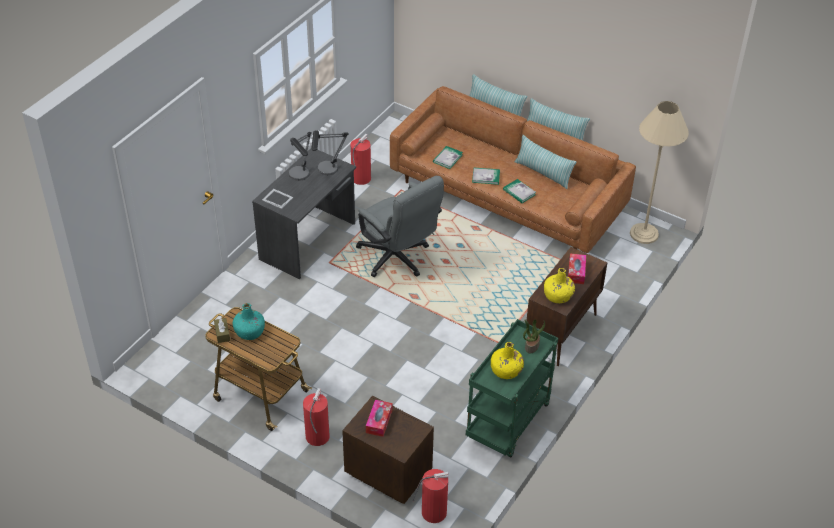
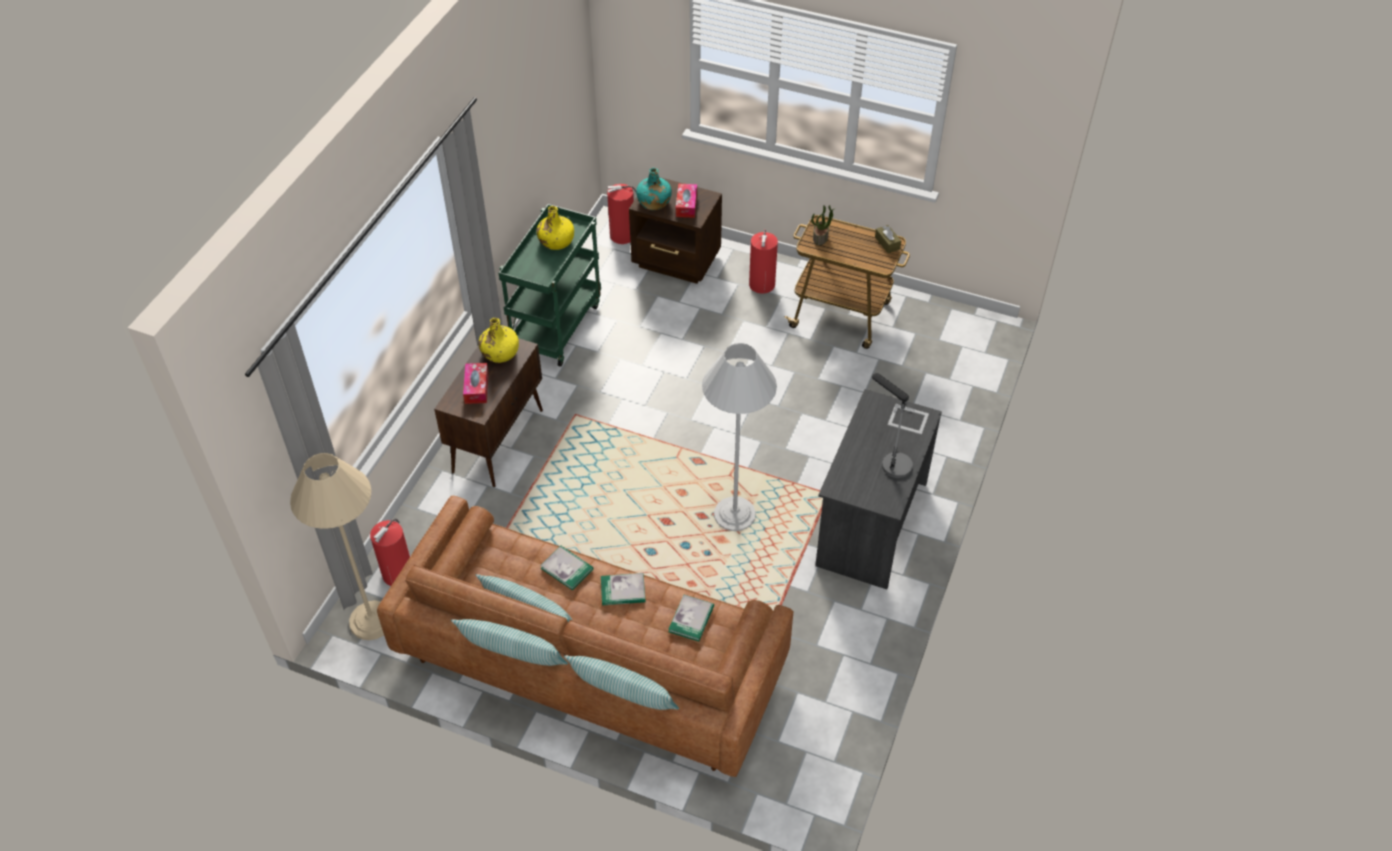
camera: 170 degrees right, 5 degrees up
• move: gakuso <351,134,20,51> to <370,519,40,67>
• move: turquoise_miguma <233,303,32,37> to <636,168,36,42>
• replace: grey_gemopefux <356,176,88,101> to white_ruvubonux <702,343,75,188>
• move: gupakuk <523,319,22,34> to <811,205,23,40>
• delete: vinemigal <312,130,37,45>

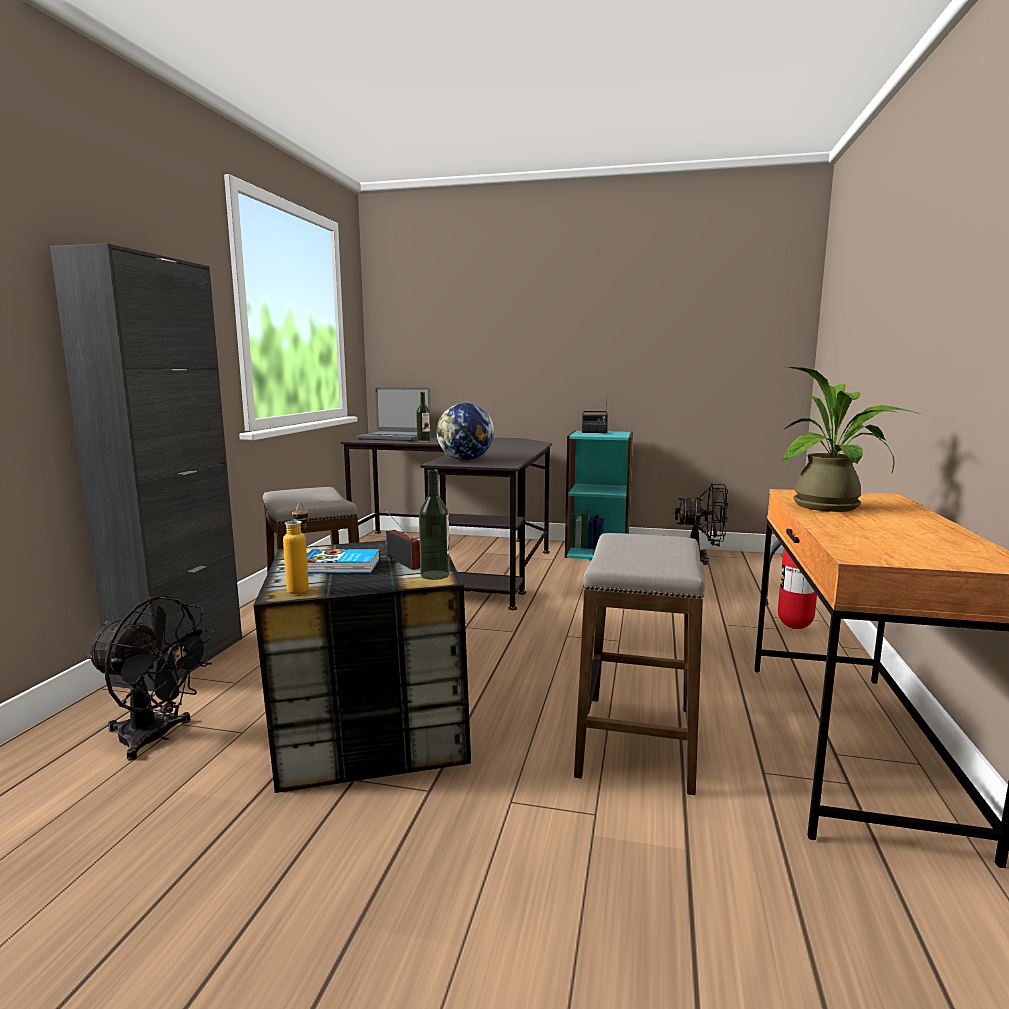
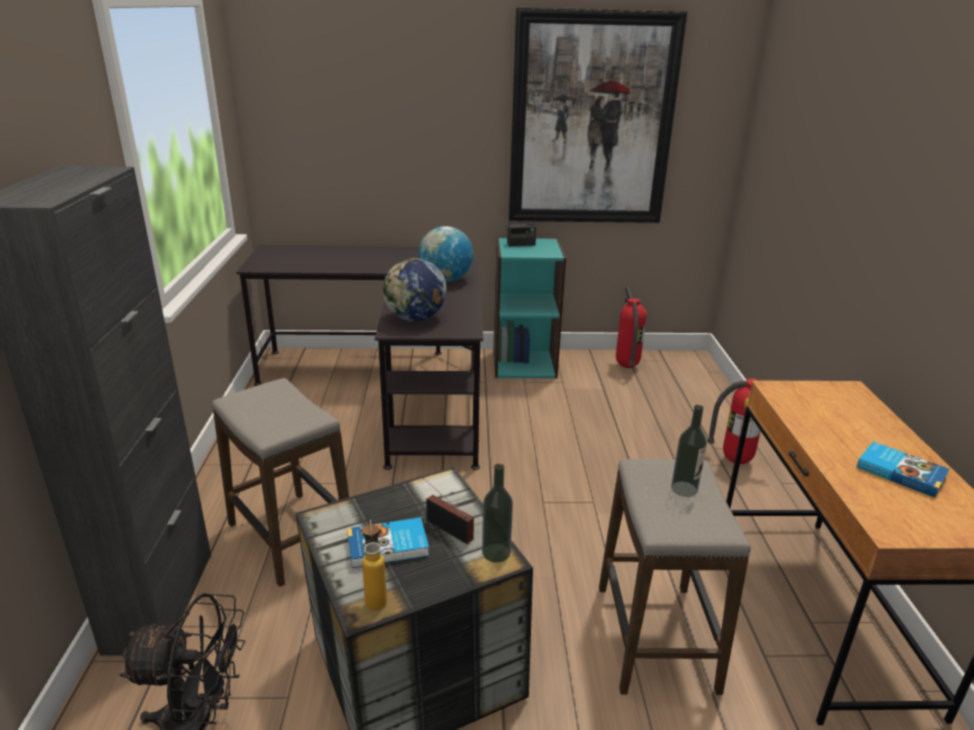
camera: 15 degrees left, 15 degrees up
• insert: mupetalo <419,226,54,56>
• insert: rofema <509,8,178,215>
• replace: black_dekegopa <675,483,53,82> to gakuso <616,287,30,81>
• move: miguma <416,392,15,50> to <671,405,36,92>
• insert: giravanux <857,442,93,56>
• delete: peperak <357,387,74,54>
• delete: gupakuk <783,367,137,145>

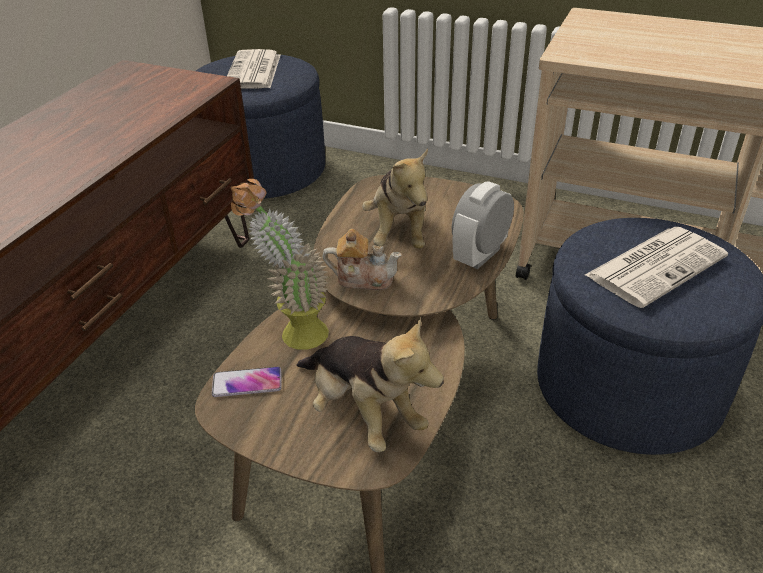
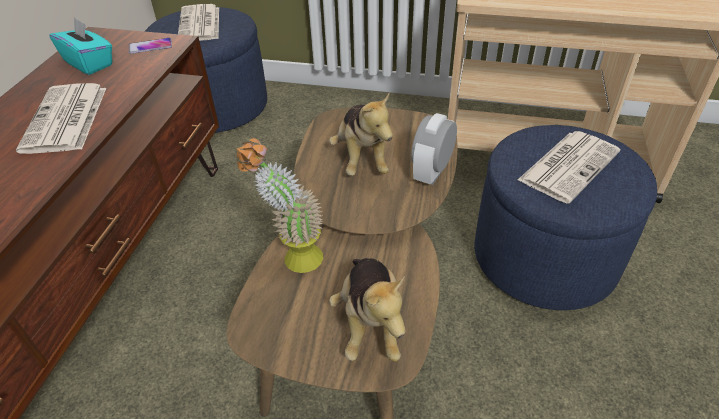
camera: 10 degrees left, 5 degrees up
• insert: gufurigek <16,83,90,71>
• insert: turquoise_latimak <49,17,63,58>
• move: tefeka <212,367,70,30> to <129,38,43,16>
• rotate: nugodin <296,317,148,135> = <329,258,77,104> 45 degrees clockwise
• delete: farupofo <322,229,79,61>

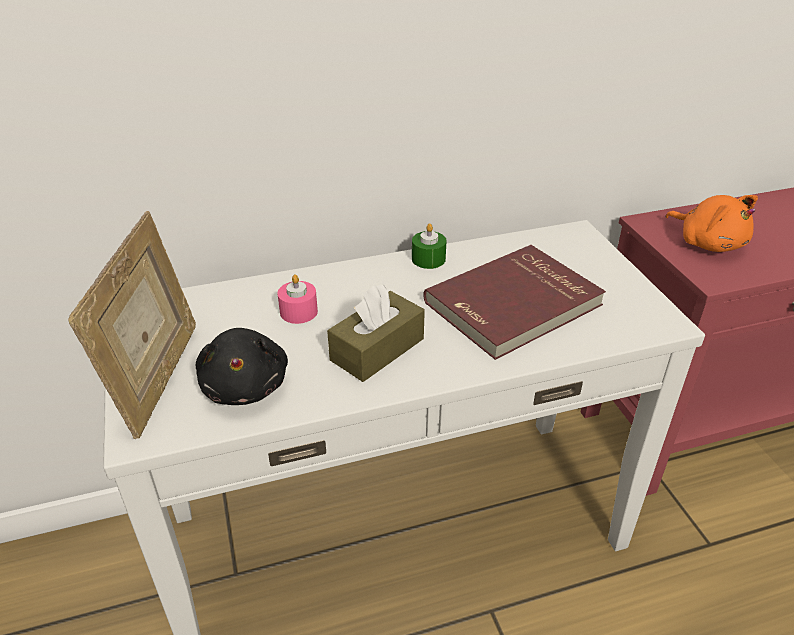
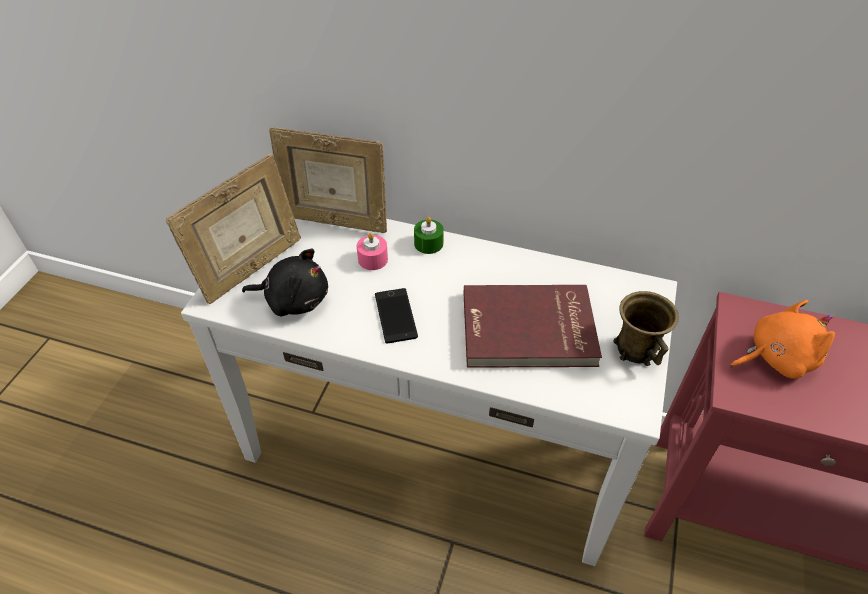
camera: 35 degrees right, 10 degrees up
• rotate: black_nugodin <195,328,93,77> = <242,249,86,67> 105 degrees counterclockwise
• insert: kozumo <269,127,118,106>
• replace: brown_latimak <327,285,98,97> to tefeka <375,288,43,55>
• move: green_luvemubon <412,223,35,46> to <414,217,30,37>
• insert: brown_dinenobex <613,291,66,75>
• rotate: orange_nugodin <665,195,93,57> = <730,300,105,79> 105 degrees counterclockwise

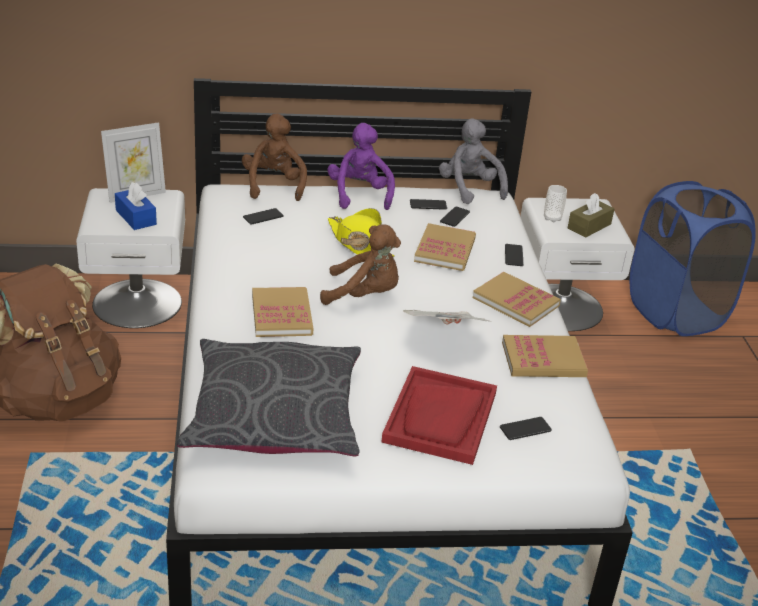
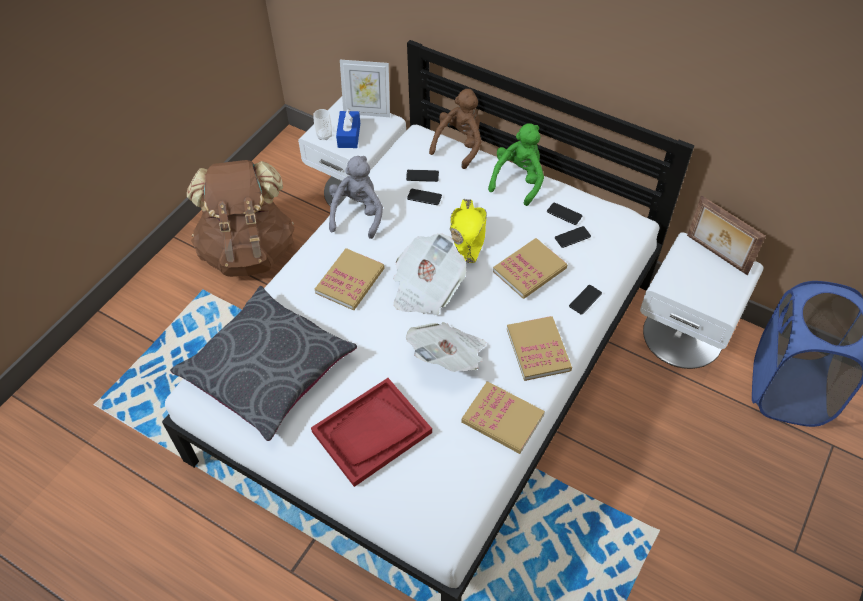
camera: 40 degrees right, 20 degrees up
• move: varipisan <544,185,23,37> to <313,109,19,31>
• move: grey_nugodin <439,119,69,85> to <329,156,54,83>
• replace: brown_nugodin <320,224,81,81> to gufurigek <393,234,73,81>
• move: tefeka <500,417,52,23> to <407,189,35,16>
• recolor: purple_nugodin <328,123,67,87> to green_nugodin <488,123,56,83>
• insert: kozumo <687,196,79,79>
• delete: brown_latimak <568,193,46,45>

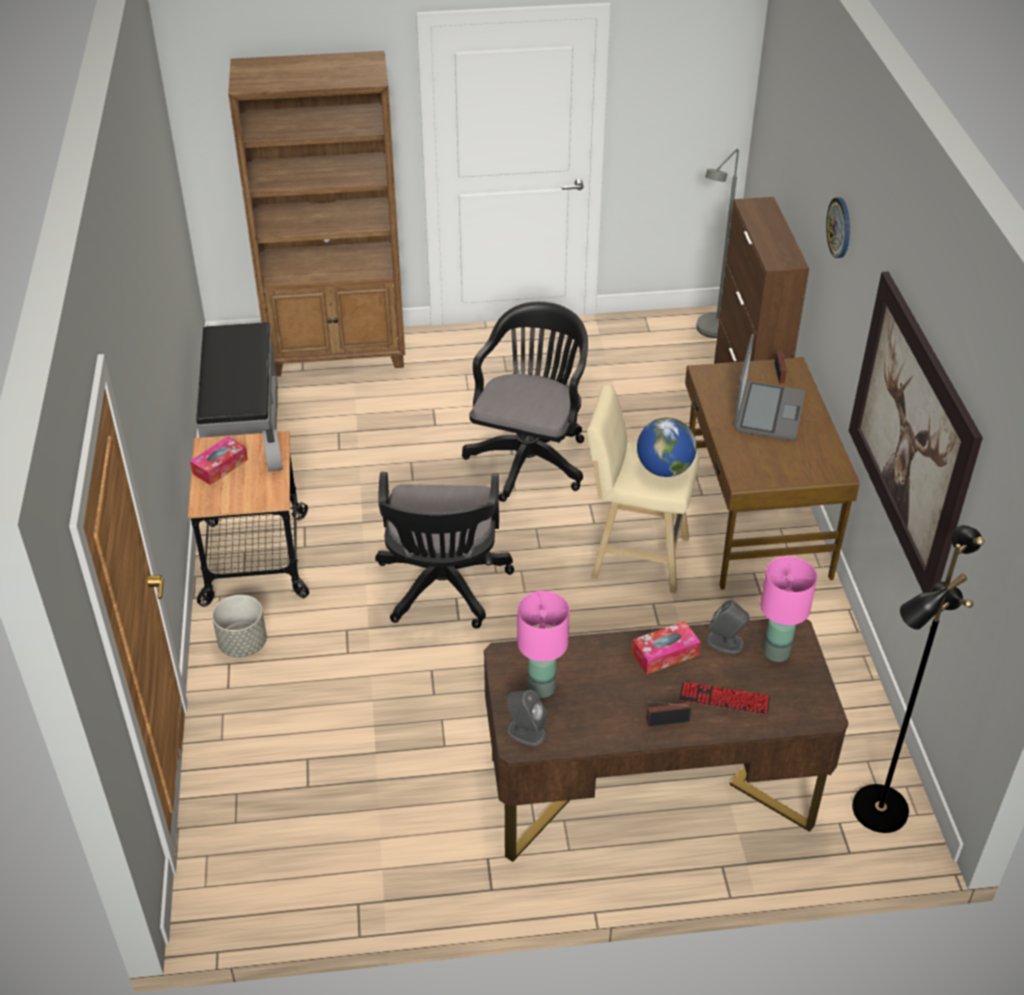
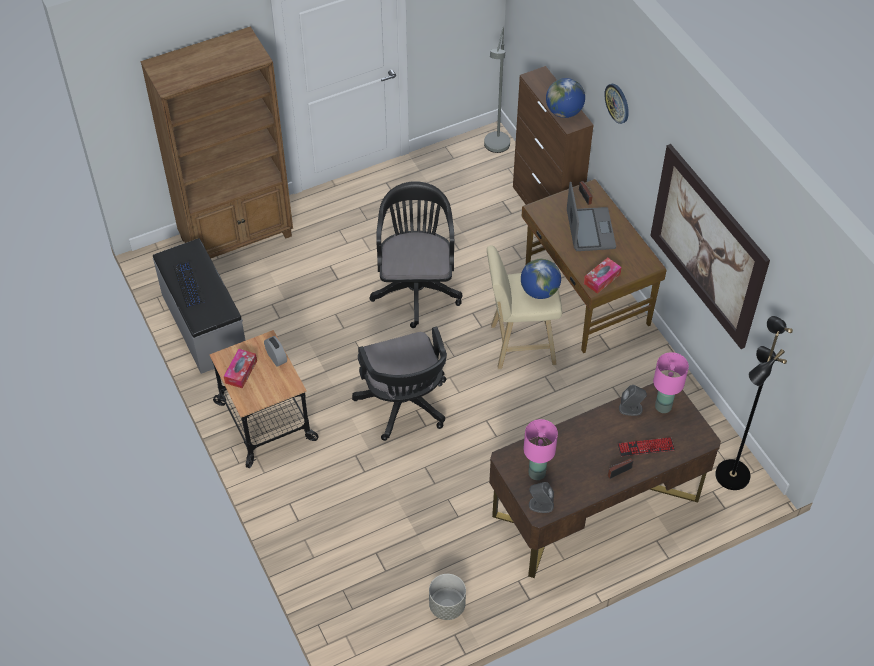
camera: 20 degrees left, 10 degrees up
• insert: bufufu <173,261,33,47>
• move: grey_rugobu <212,595,55,62> to <429,574,37,46>
• insert: mupetalo <546,78,39,40>
• move: latimak <632,621,68,53> to <584,258,38,36>

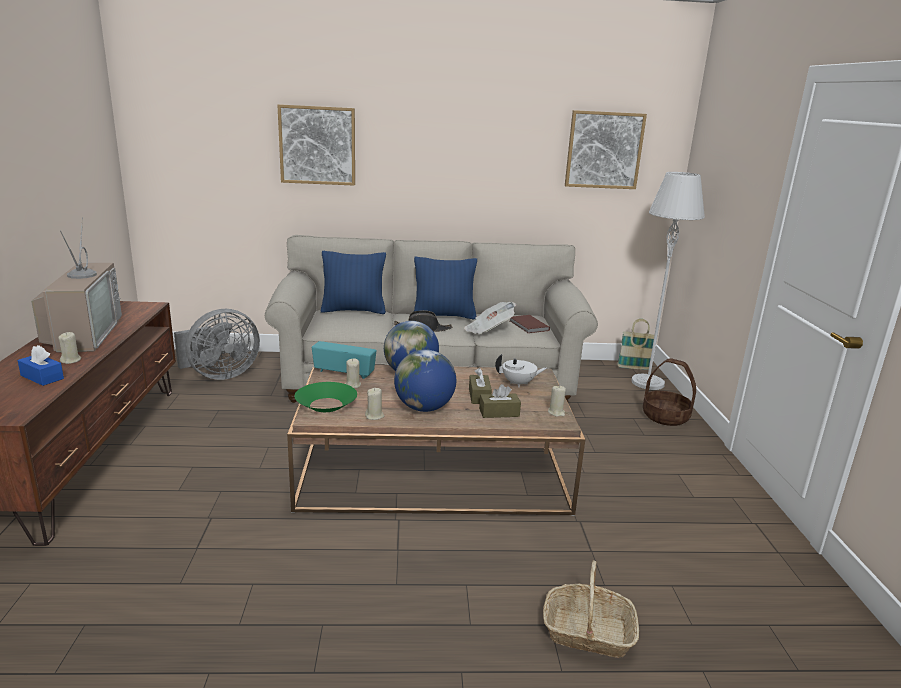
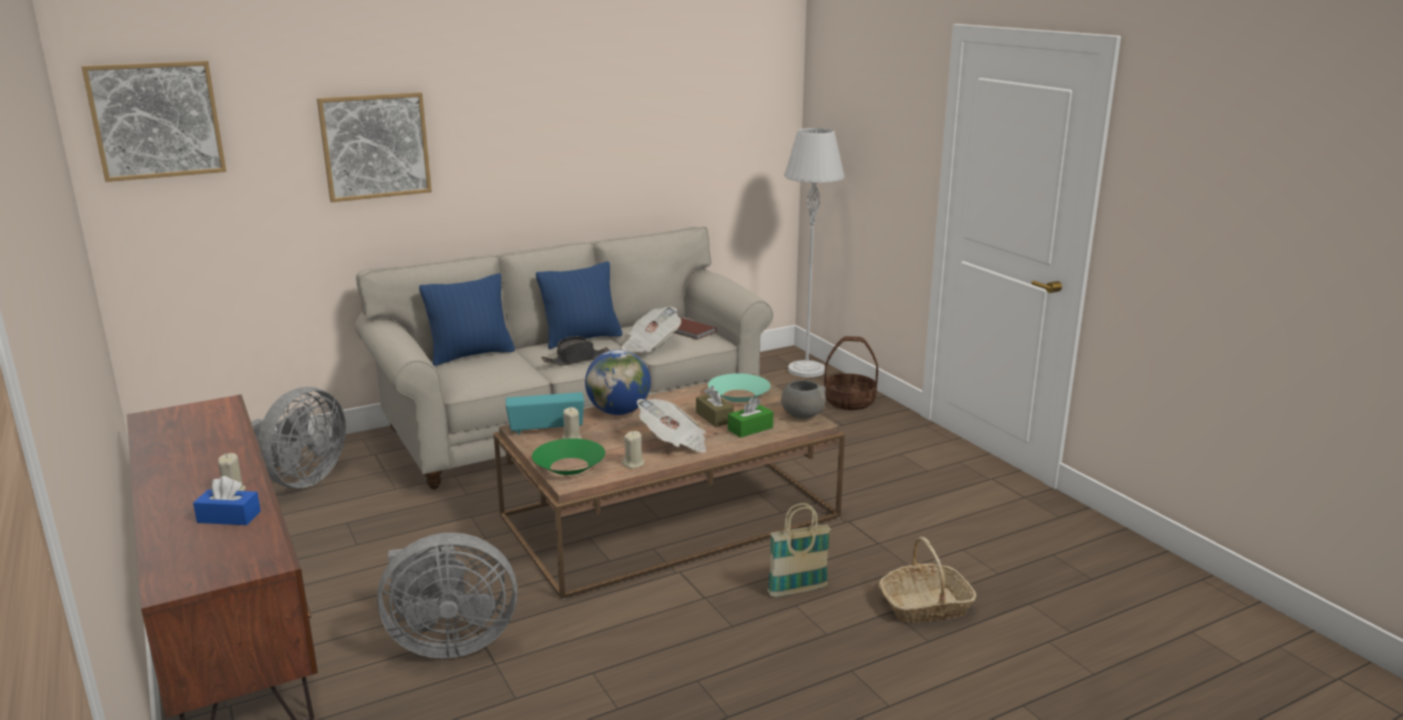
camera: 25 degrees left, 0 degrees up
• move: rofema <565,110,82,79> to <81,61,145,121>
• insert: grey_dekegopa <377,532,140,126>
• replace: mupetalo <394,350,62,62> to gufurigek <637,399,69,54>
• replace: white_farupofo <495,354,52,33> to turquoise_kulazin <708,373,63,29>
• recolor: brown_latimak <479,384,42,34> to green_latimak <728,397,45,41>
• move: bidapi <617,319,37,51> to <767,503,64,94>
• replace: beige_luvemubon <548,385,18,32> to grey_kulazin <781,380,45,39>
• delete: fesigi <31,217,91,135>

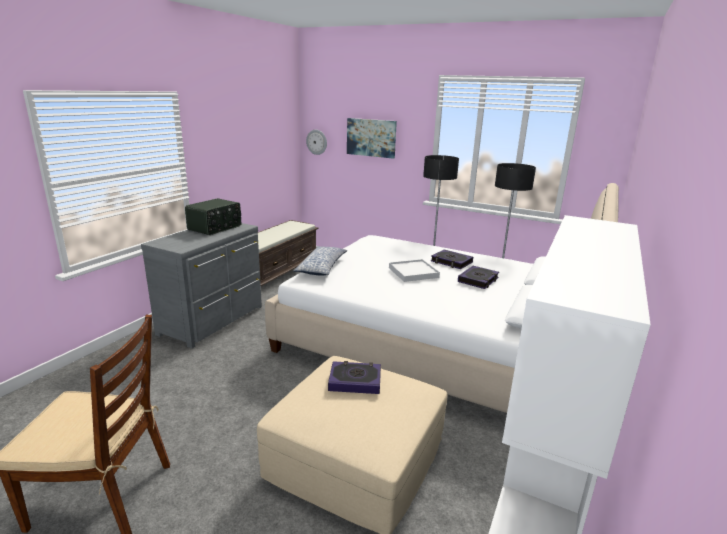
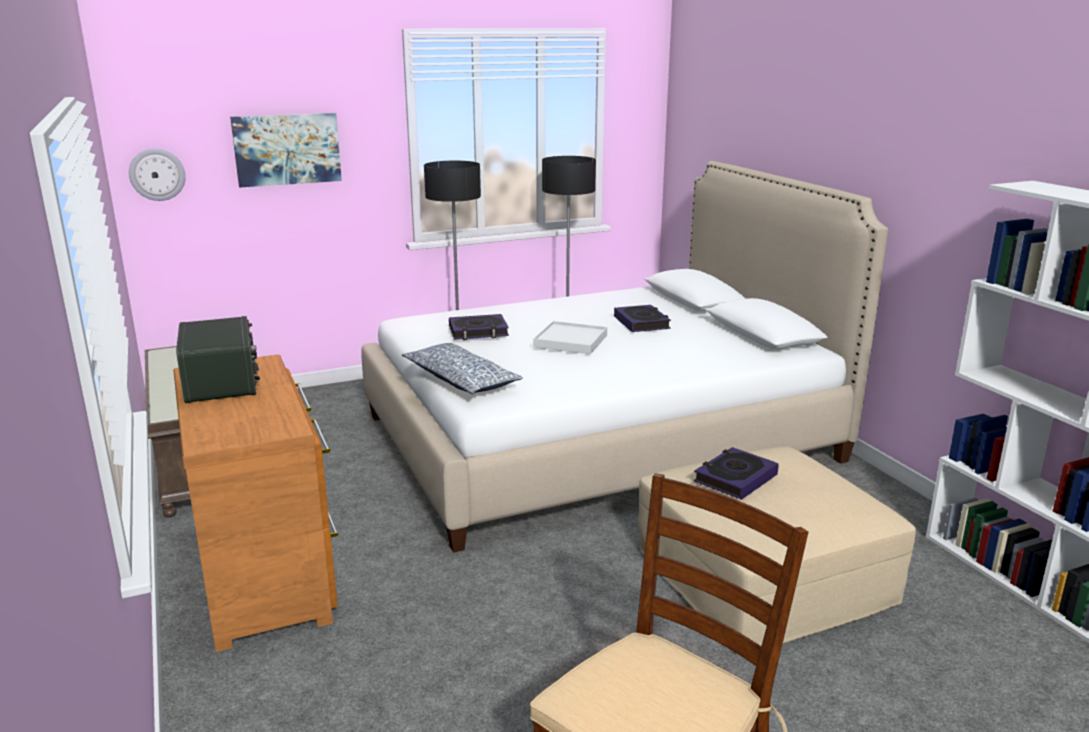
camera: 50 degrees left, 0 degrees up
• recolor: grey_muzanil <141,223,121,125> to brown_muzanil <173,354,165,298>
• move: giravanux <431,249,42,20> to <449,314,60,26>

